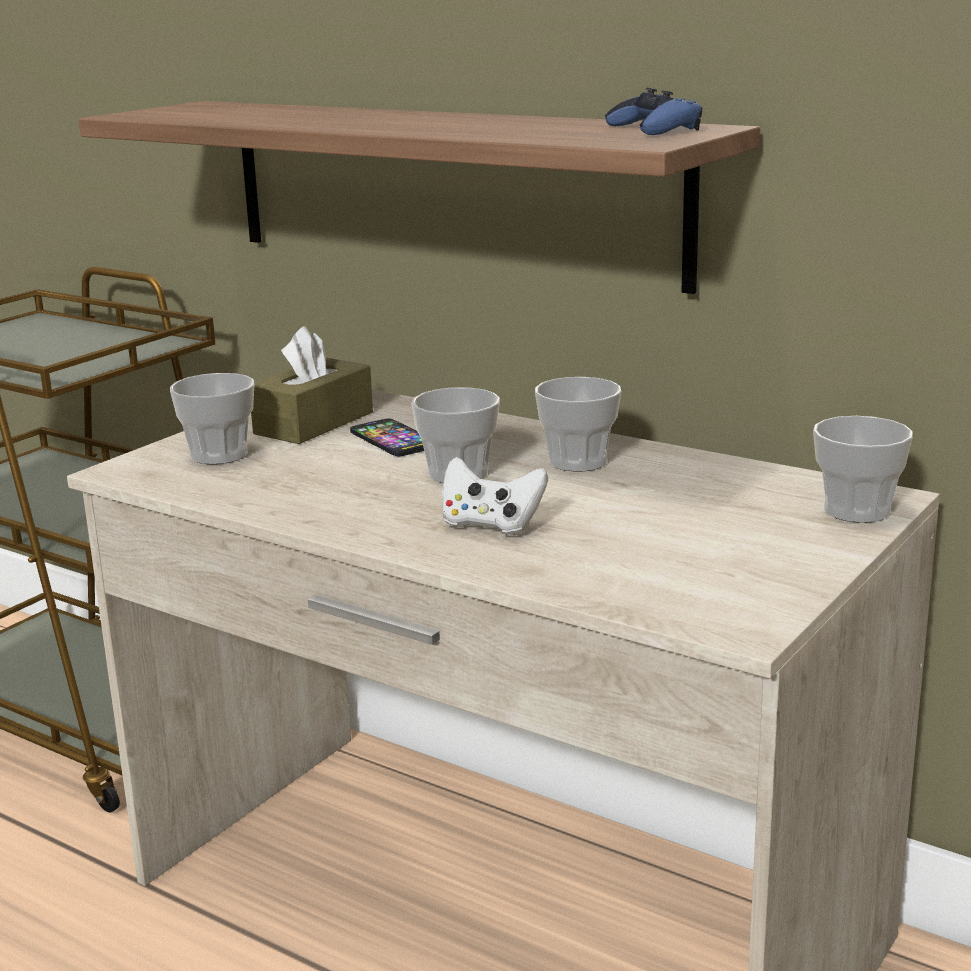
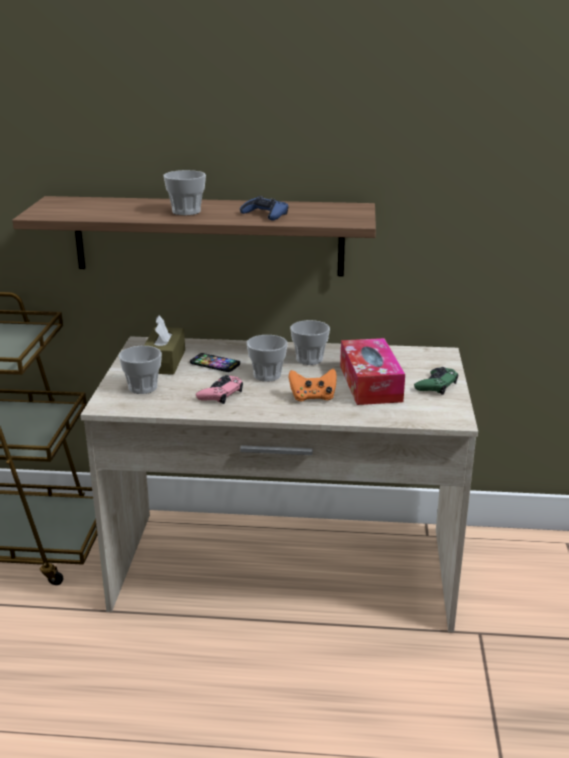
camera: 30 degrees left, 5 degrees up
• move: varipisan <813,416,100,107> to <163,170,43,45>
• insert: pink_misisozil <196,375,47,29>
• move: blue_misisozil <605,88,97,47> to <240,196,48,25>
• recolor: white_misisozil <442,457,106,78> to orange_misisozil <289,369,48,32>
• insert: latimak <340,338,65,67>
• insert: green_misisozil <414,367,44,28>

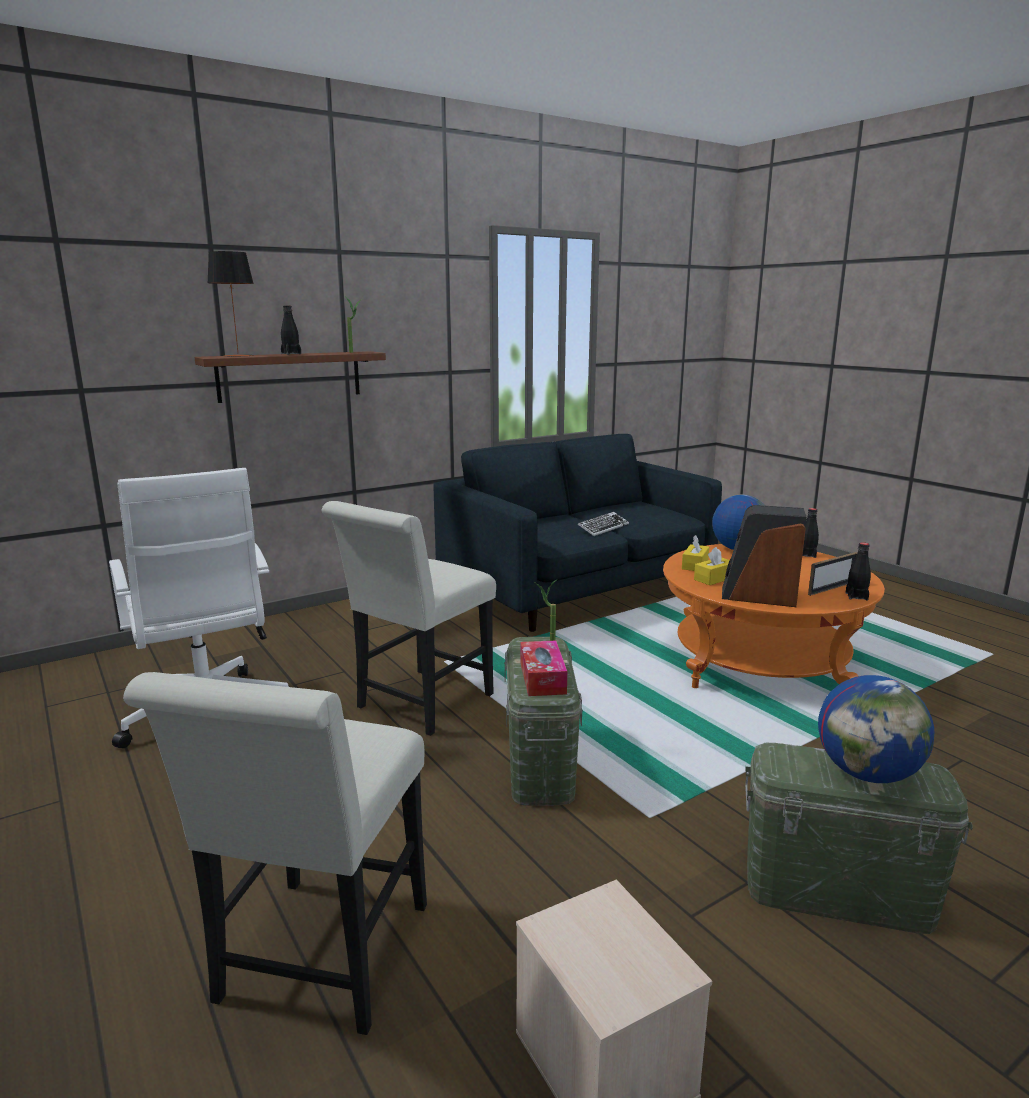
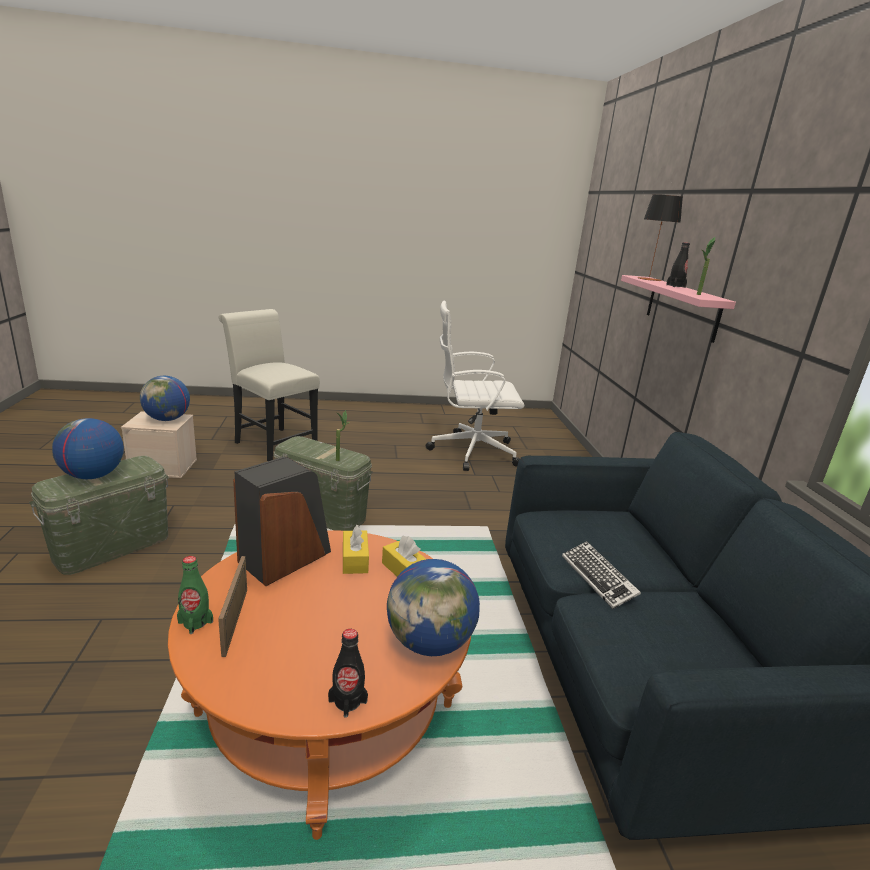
camera: 115 degrees right, 5 degrees up
• insert: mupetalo <140,376,50,45>
• recolor: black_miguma <845,542,26,59> to green_miguma <177,556,36,78>
• recolor: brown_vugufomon <194,351,192,52> to pink_vugufomon <621,275,115,68>
• delete: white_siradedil <322,501,174,235>
• delete: latimak <520,641,47,55>

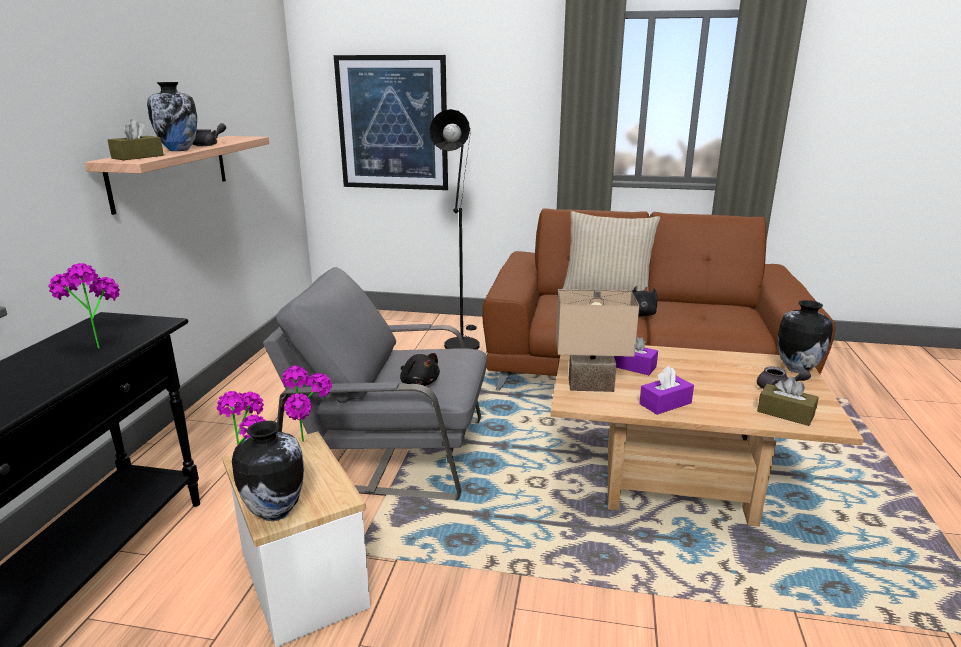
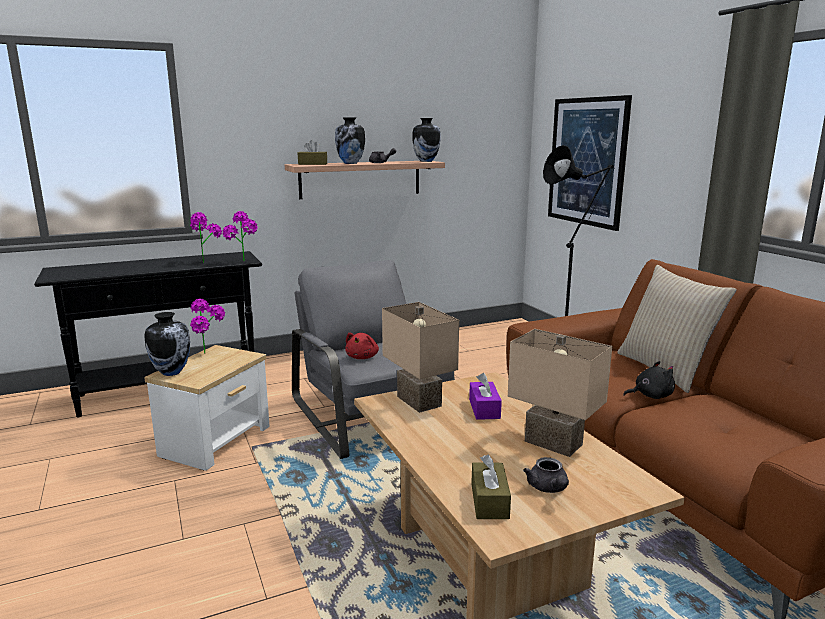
camera: 55 degrees right, 5 degrees down
• move: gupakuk <282,366,50,75> to <222,211,36,50>
• recolor: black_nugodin <400,353,40,33> to red_nugodin <345,332,34,27>
• move: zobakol <778,300,55,73> to <412,118,29,44>
• insert: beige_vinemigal <508,329,104,128>
• delete: purple_latimak <639,366,55,49>

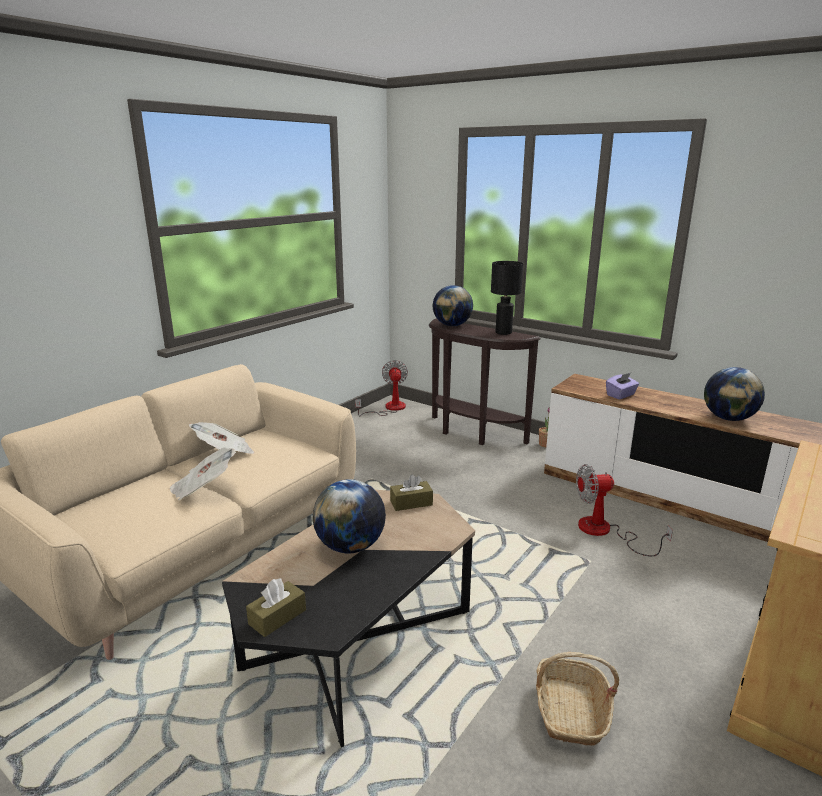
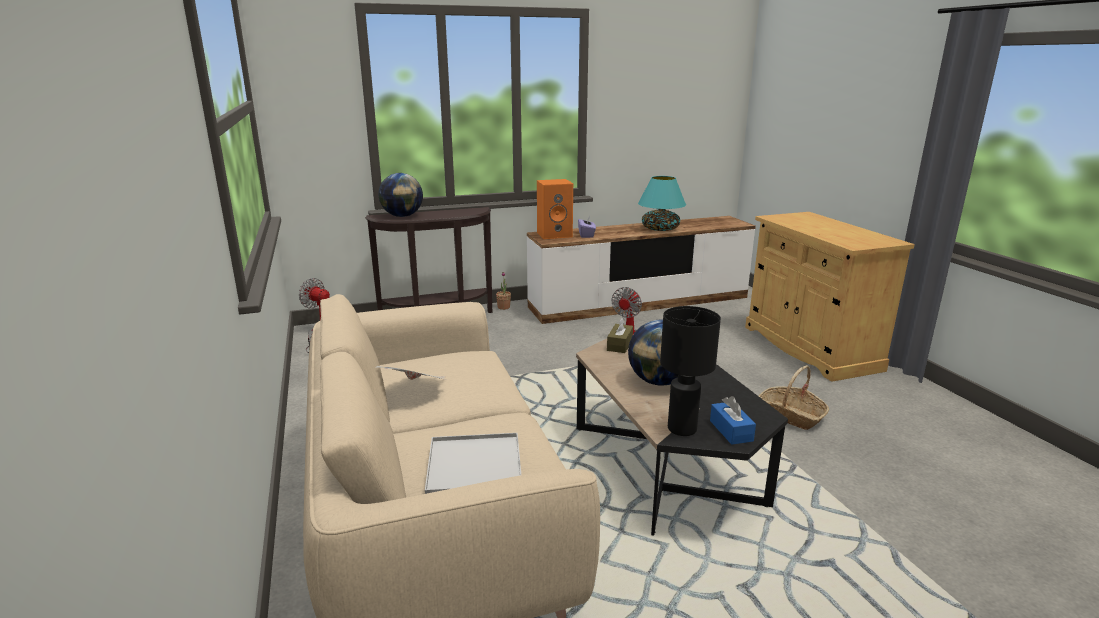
camera: 55 degrees left, 0 degrees up
• insert: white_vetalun <425,433,96,61>
• insert: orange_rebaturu <537,179,36,60>
• replace: mupetalo <704,367,61,54> to turquoise_vinemigal <638,176,48,55>
• move: black_vinemigal <491,261,32,74> to <660,306,61,130>
• recolor: brown_latimak <246,578,60,59> to blue_latimak <710,396,46,49>
• delete: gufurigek <169,447,66,53>

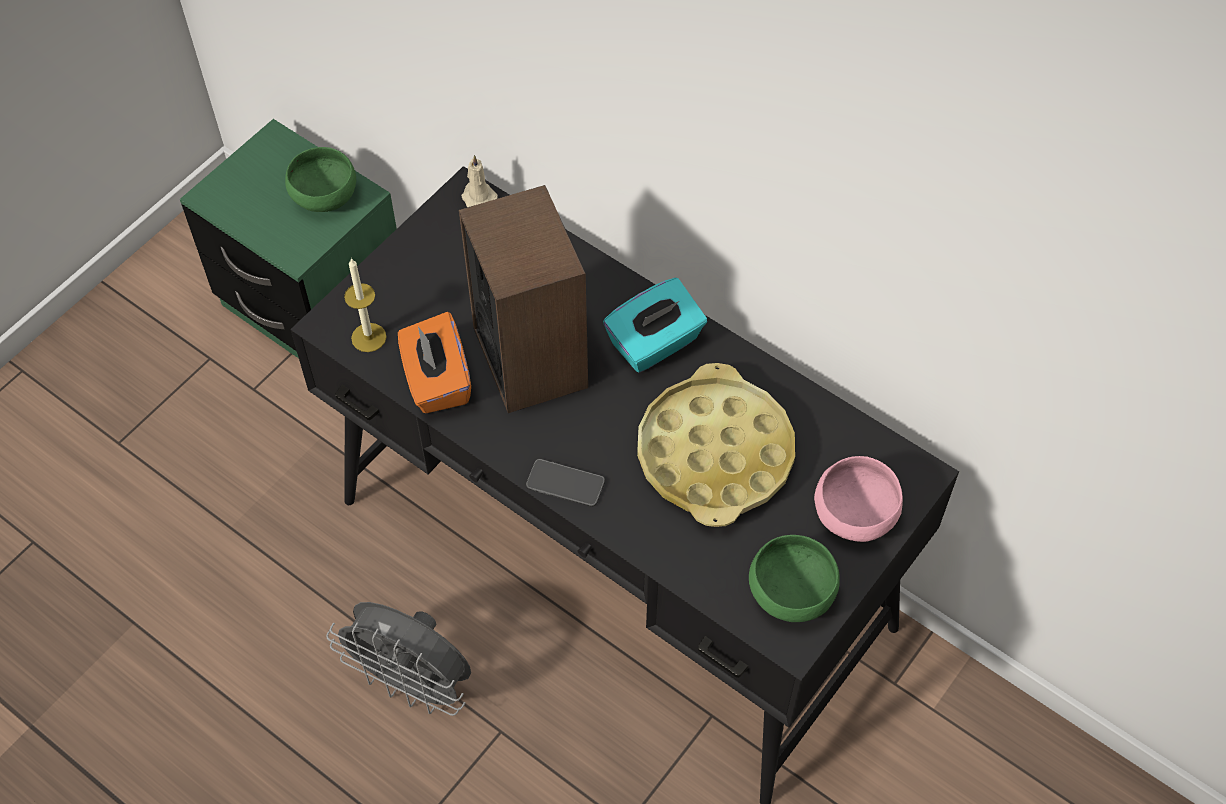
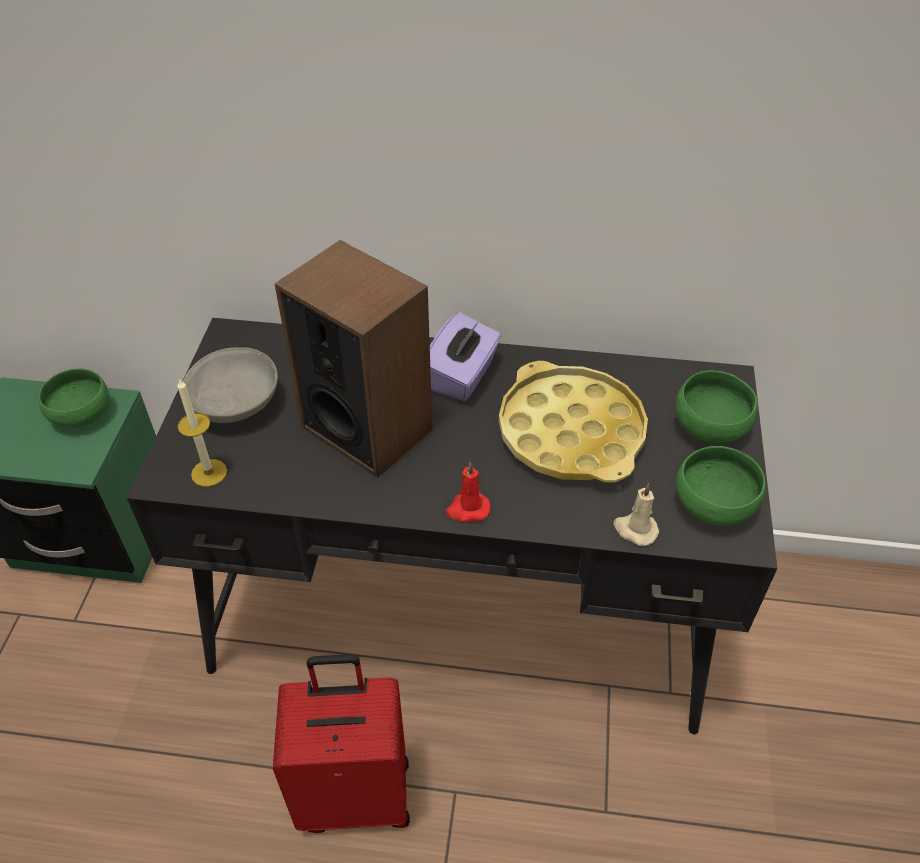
camera: 30 degrees left, 10 degrees down
• insert: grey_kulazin <183,347,95,76>
• replace: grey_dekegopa <326,602,145,114> to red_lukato <273,654,137,179>
• recolor: turquoise_latimak <603,278,104,95> to purple_latimak <430,312,71,89>
• replace: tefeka <526,459,79,48> to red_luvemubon <446,462,45,61>
• move: beige_luvemubon <461,155,36,52> to <614,484,45,62>
• recolor: pink_kulazin <814,456,89,86> to green_kulazin <675,370,83,73>
• delete: orange_latimak <398,312,73,101>

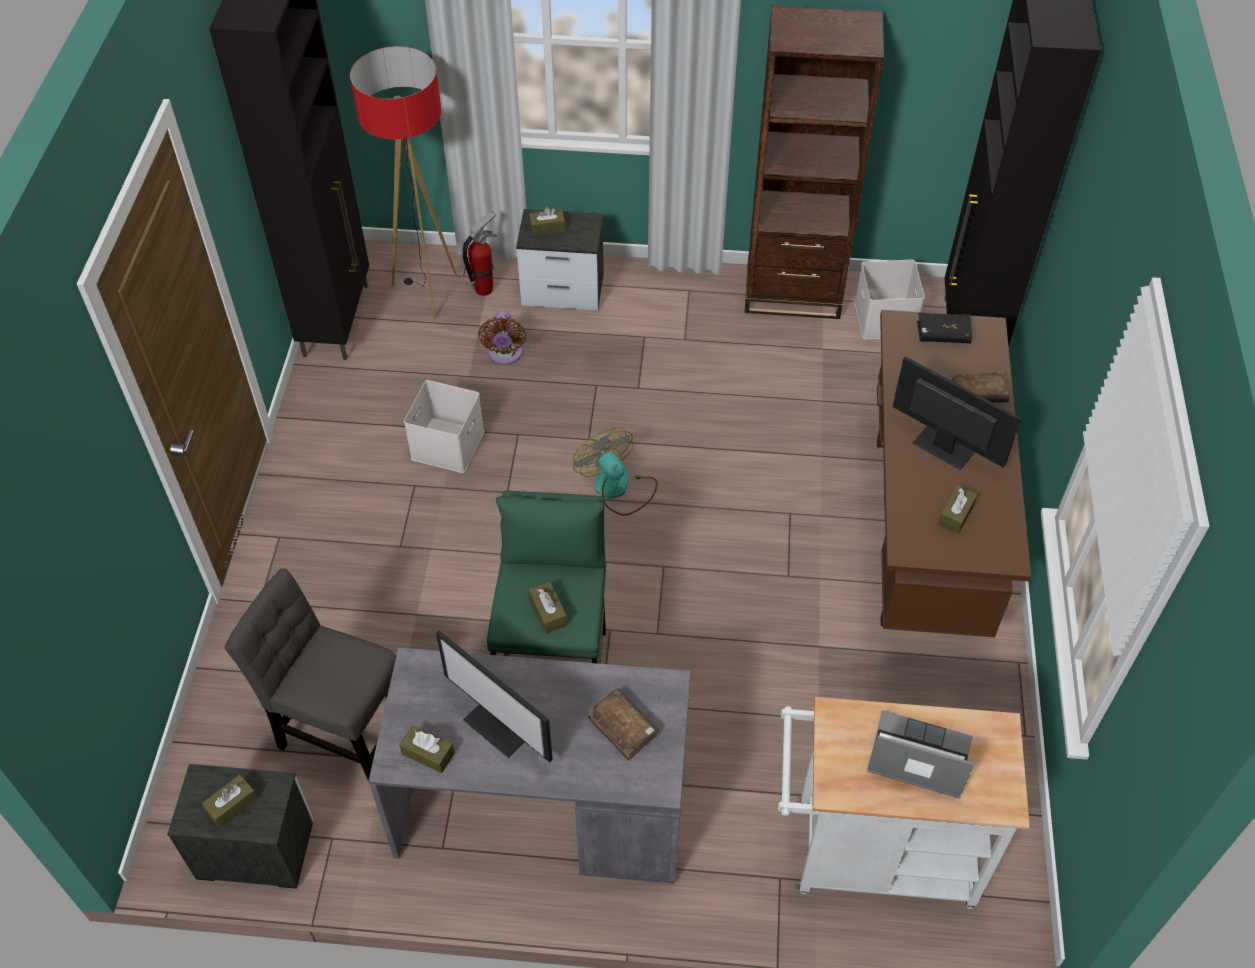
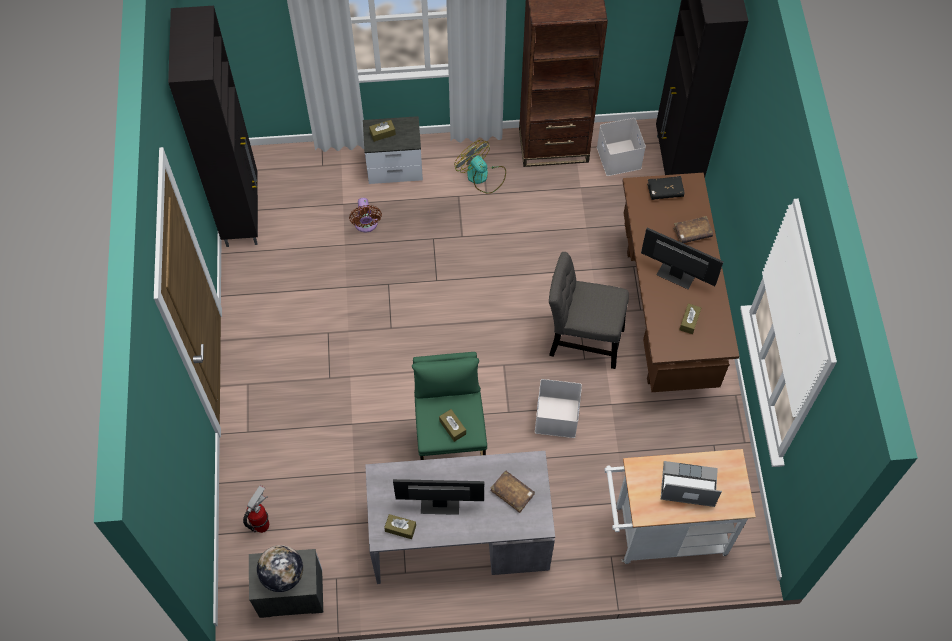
camera: 10 degrees left, 10 degrees up
• move: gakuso <462,210,35,86> to <243,485,26,48>
• replace: brown_latimak <202,774,56,54> to mupetalo <257,545,46,47>
• rotate: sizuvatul <436,631,117,131> = <393,479,91,36> 150 degrees clockwise
• move: dekegopa <573,427,85,89> to <454,140,52,54>
• move: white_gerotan <404,380,80,93> to <535,379,47,59>
• move: grey_siradedil <225,569,171,212> to <549,252,80,117>
• delete: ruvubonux <350,46,106,273>

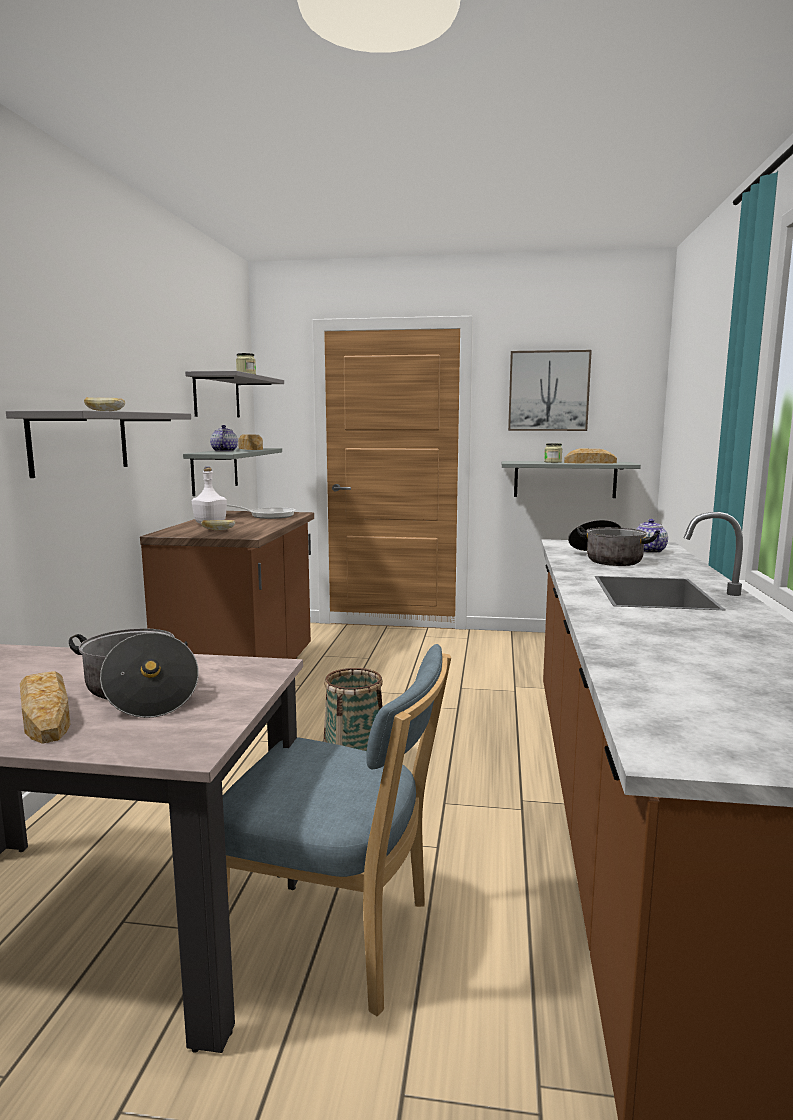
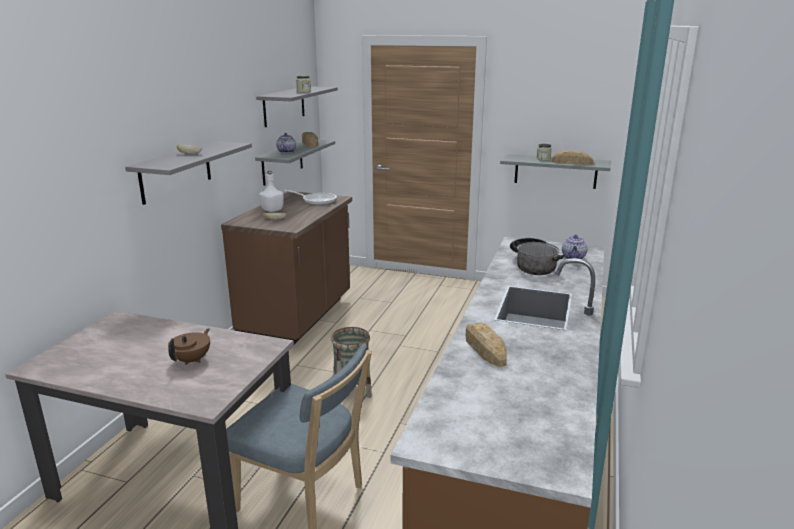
camera: 10 degrees right, 10 degrees up
• replace: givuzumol <69,628,130,90> to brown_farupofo <168,328,42,37>
• move: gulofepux <20,671,50,73> to <466,322,41,45>
• delete: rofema <508,350,84,81>

